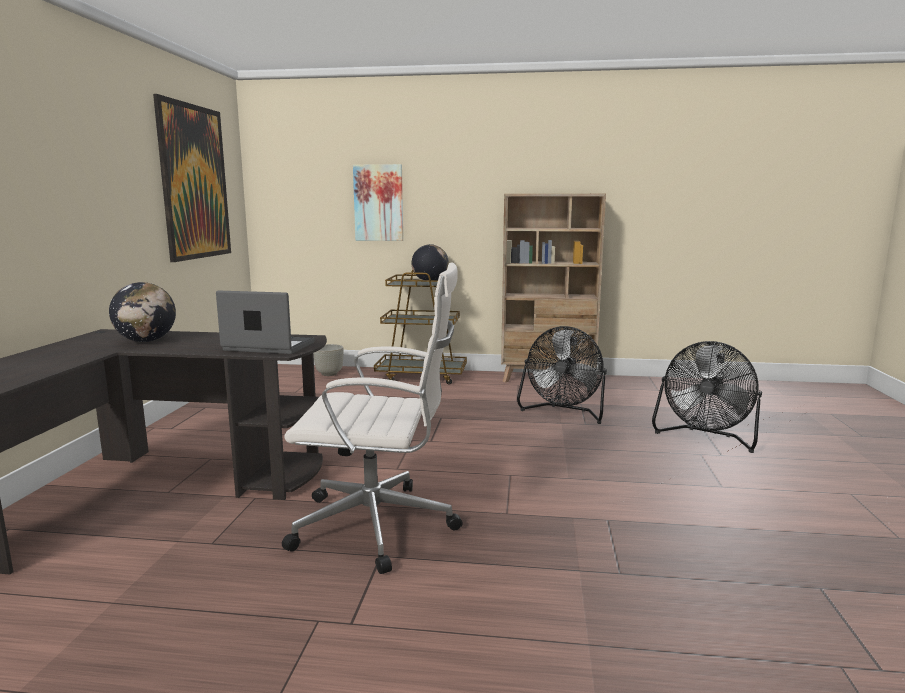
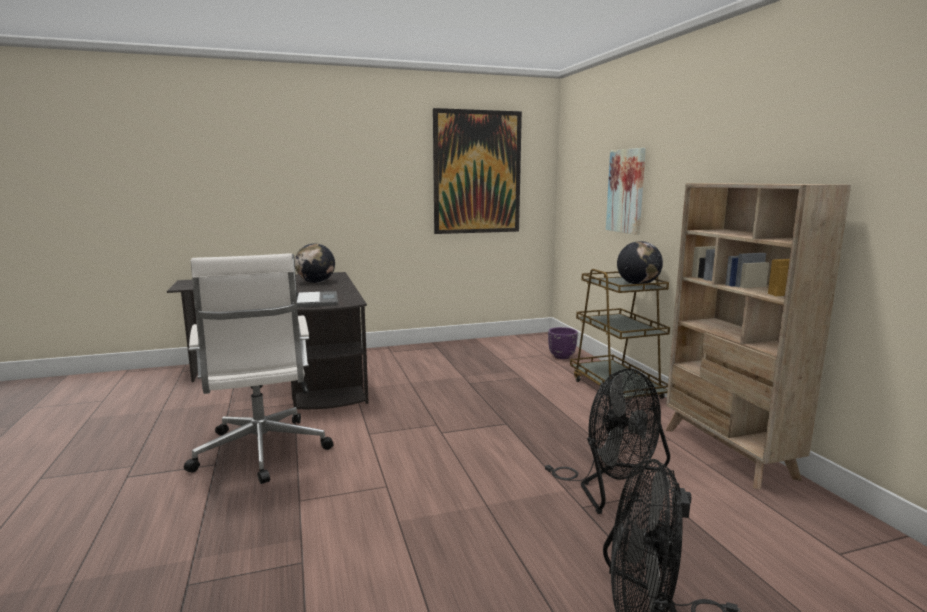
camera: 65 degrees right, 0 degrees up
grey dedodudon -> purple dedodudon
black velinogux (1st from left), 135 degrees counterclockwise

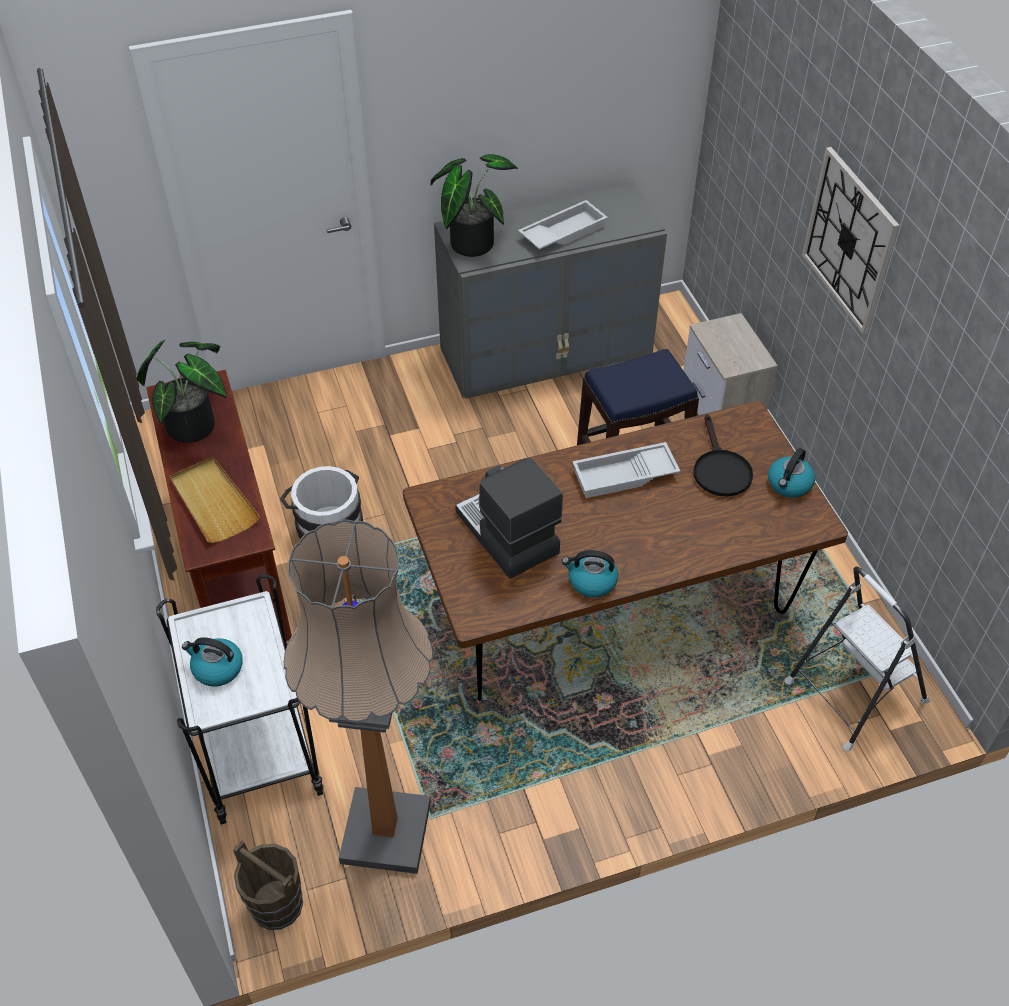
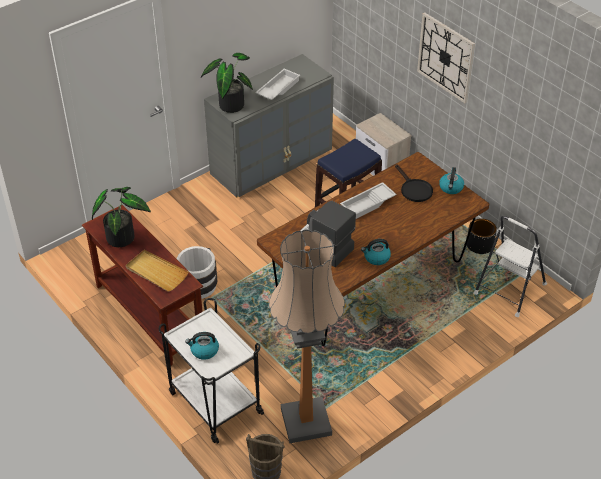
camera: 20 degrees left, 5 degrees down
none -> black dedodudon

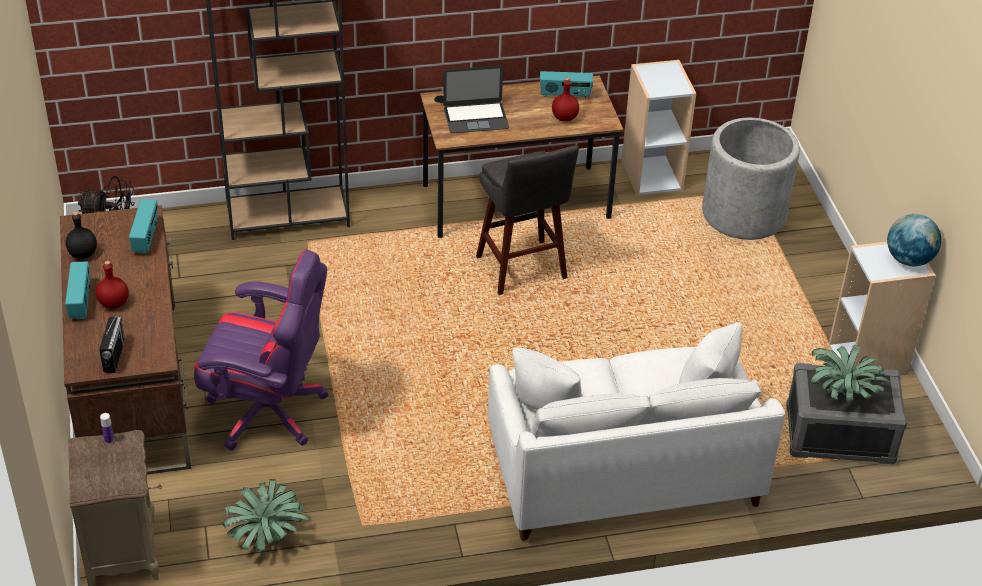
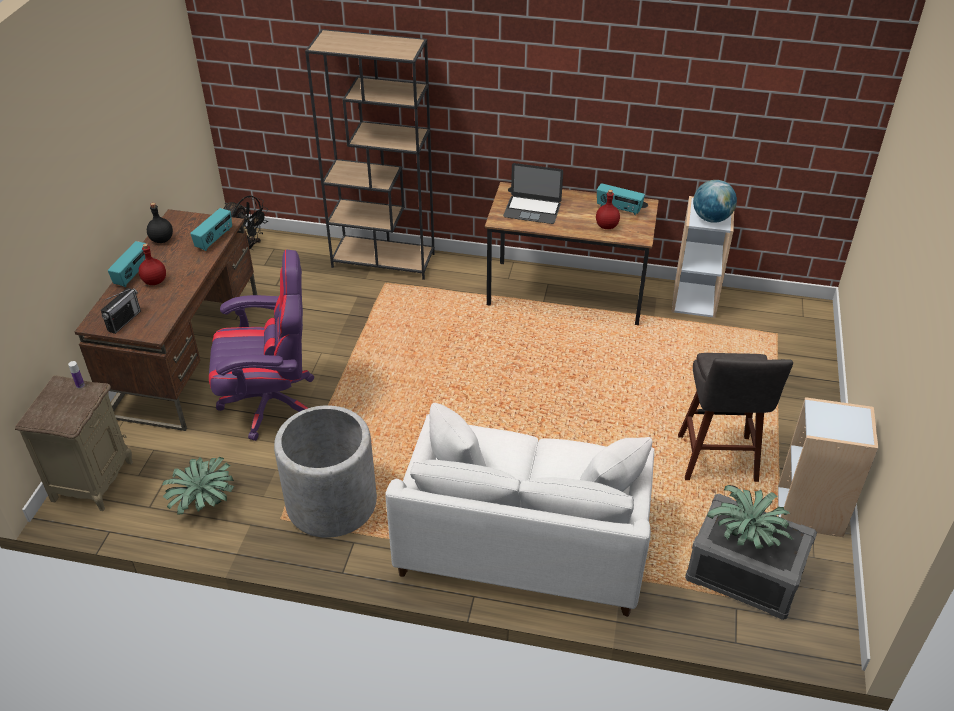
camera: 25 degrees right, 0 degrees up
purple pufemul, 45 degrees counterclockwise
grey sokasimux, moved
grey dedodudon, moved
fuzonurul, moved

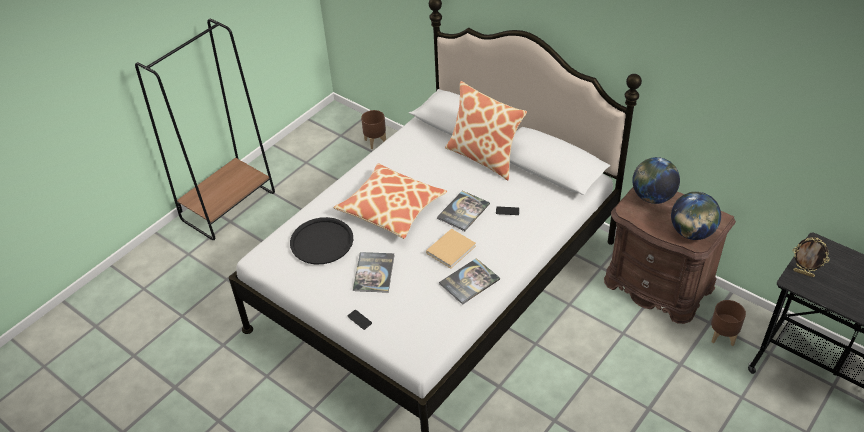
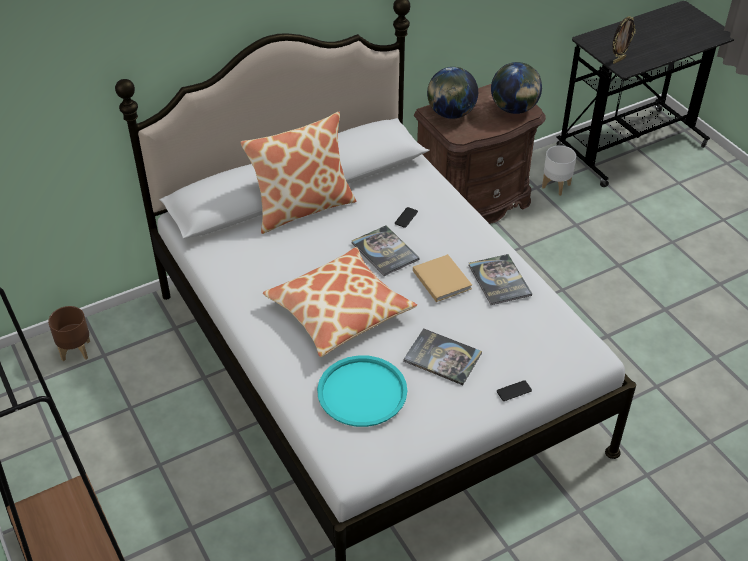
camera: 70 degrees left, 0 degrees up
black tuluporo -> turquoise tuluporo
brown dedodudon (2nd from left) -> white dedodudon

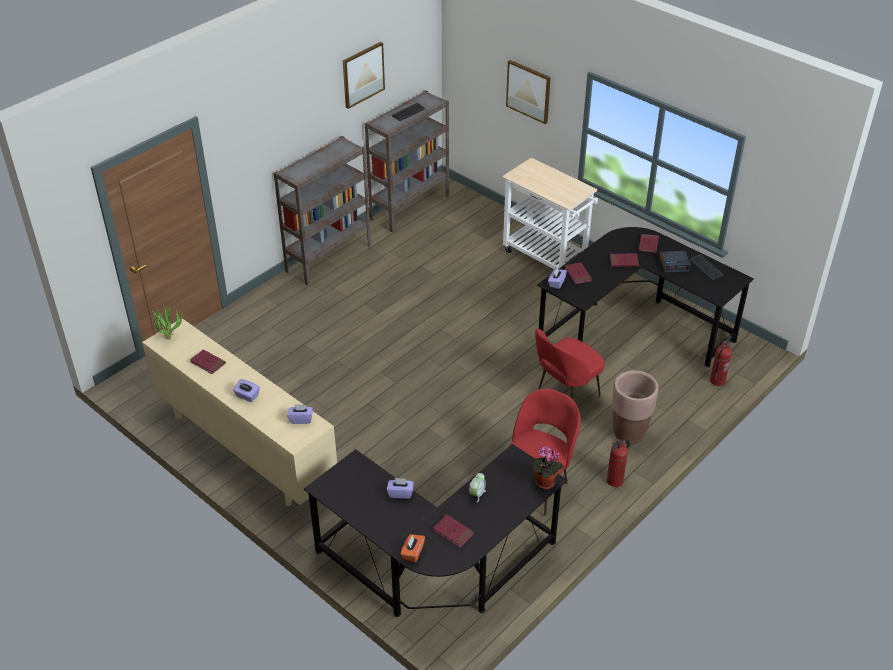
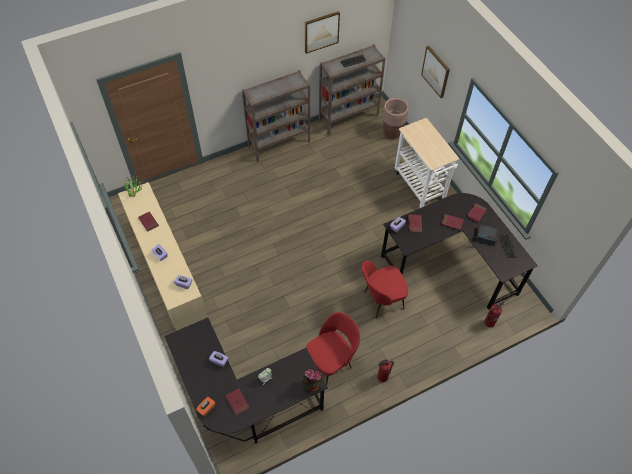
camera: 20 degrees right, 15 degrees up
brown dedodudon, moved

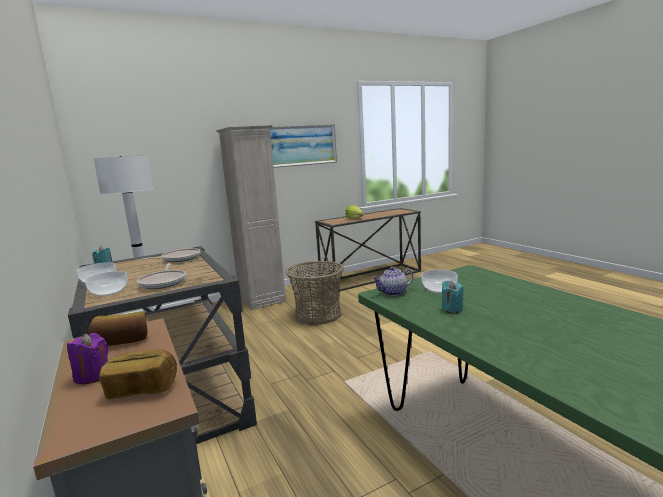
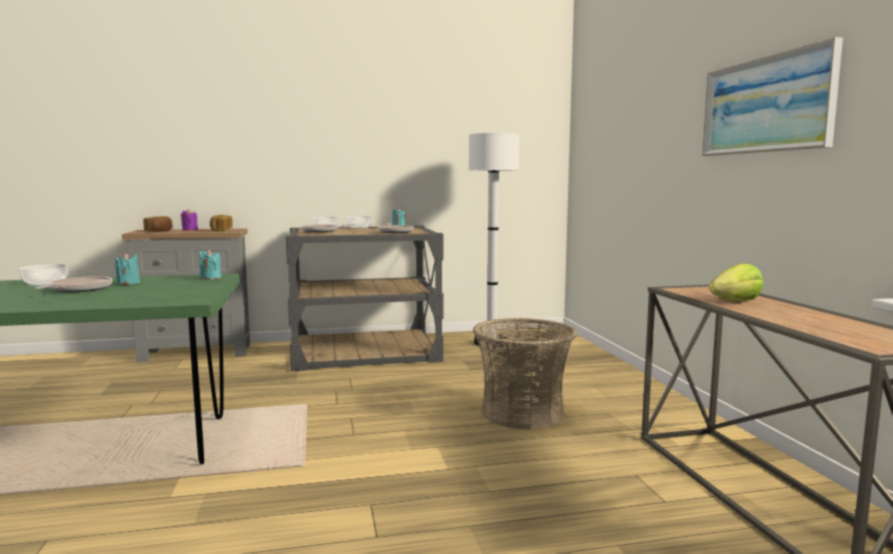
camera: 105 degrees right, 5 degrees down
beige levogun -> none
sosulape -> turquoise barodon (2nd from left)
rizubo (3rd from left in the first image) -> rizubo (1st from left), moved
none -> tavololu (1st from left)

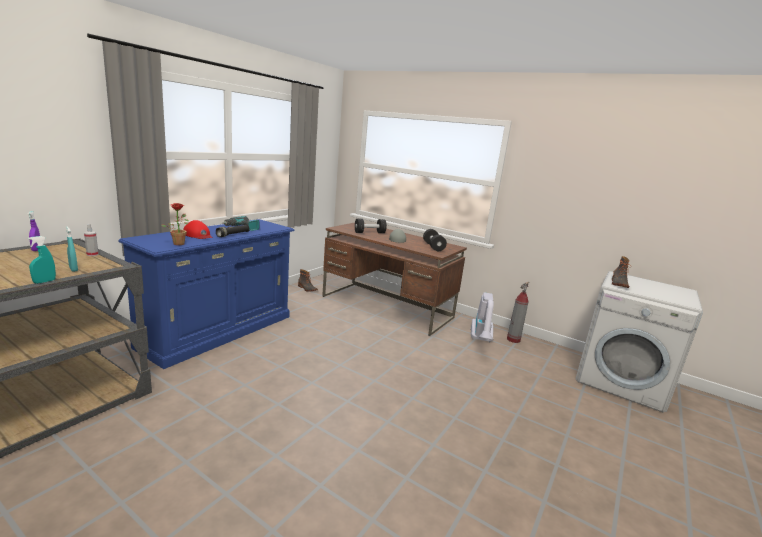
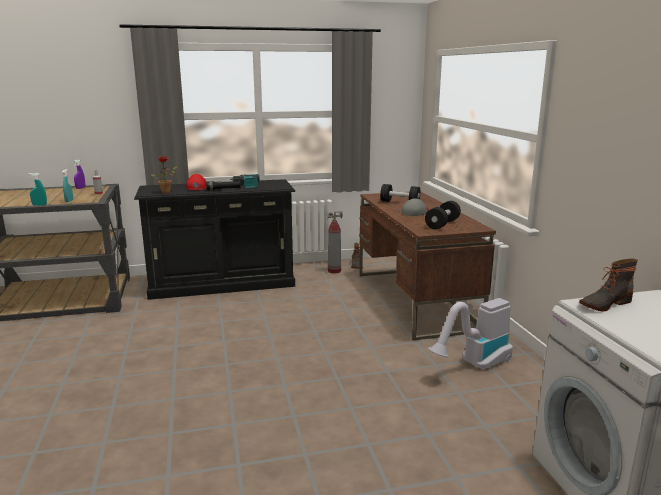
camera: 45 degrees right, 0 degrees up
blue levogun -> black levogun
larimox, moved

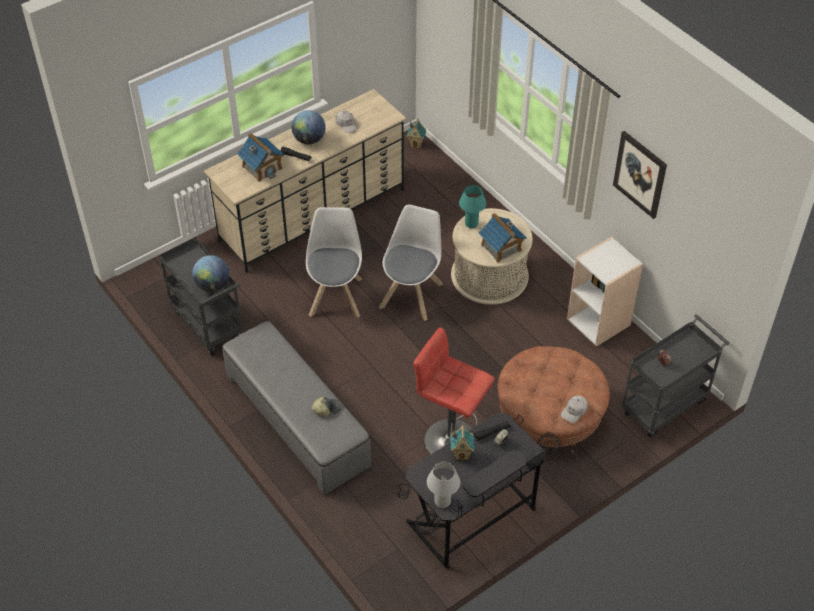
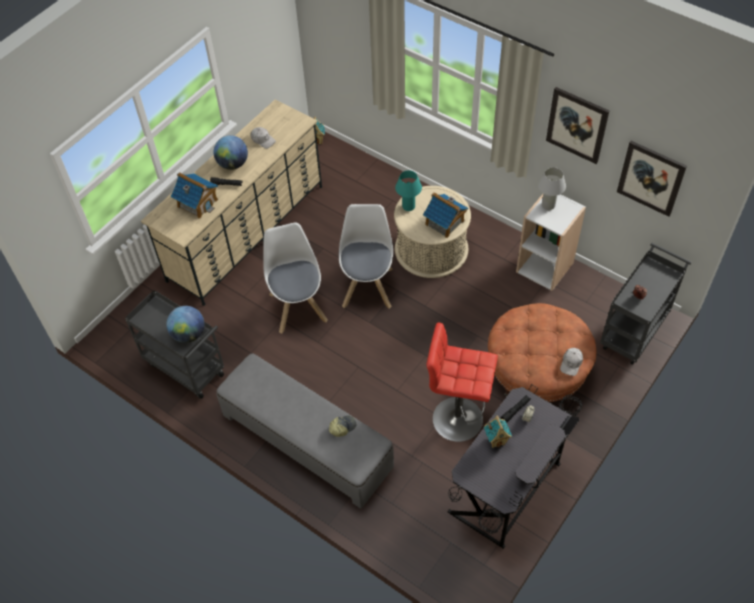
camera: 15 degrees left, 5 degrees up
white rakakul, moved
none -> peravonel (2nd from left)

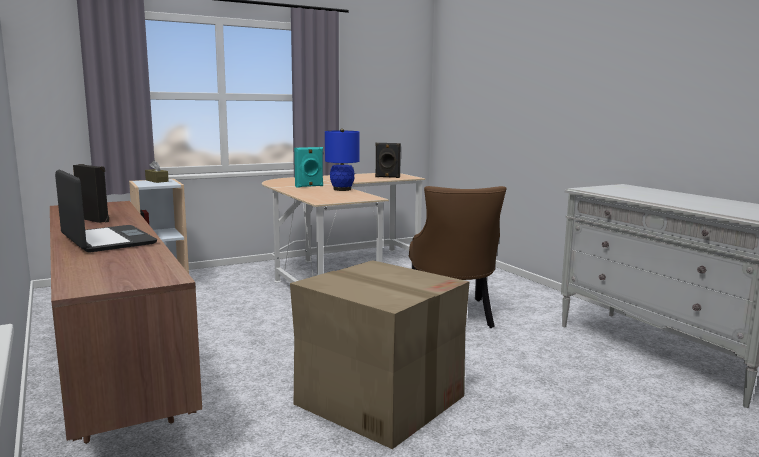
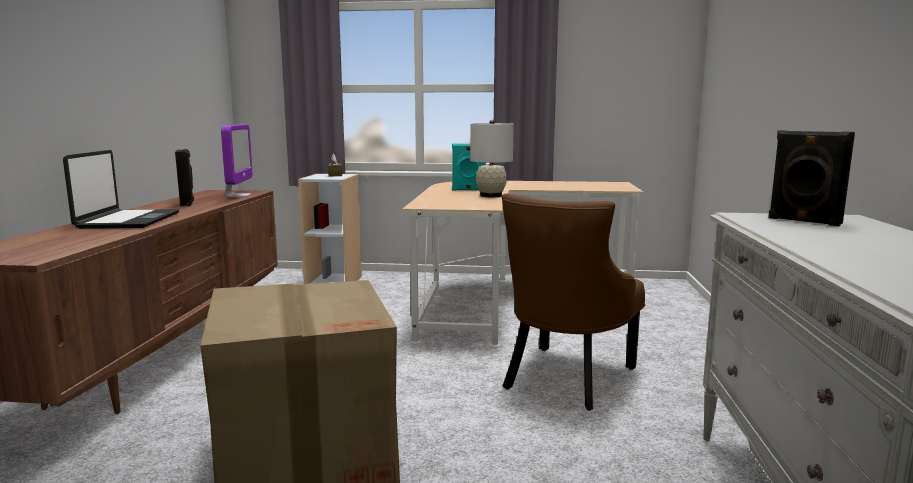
camera: 35 degrees right, 0 degrees up
blue rakakul -> white rakakul
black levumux (2nd from left), moved
none -> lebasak

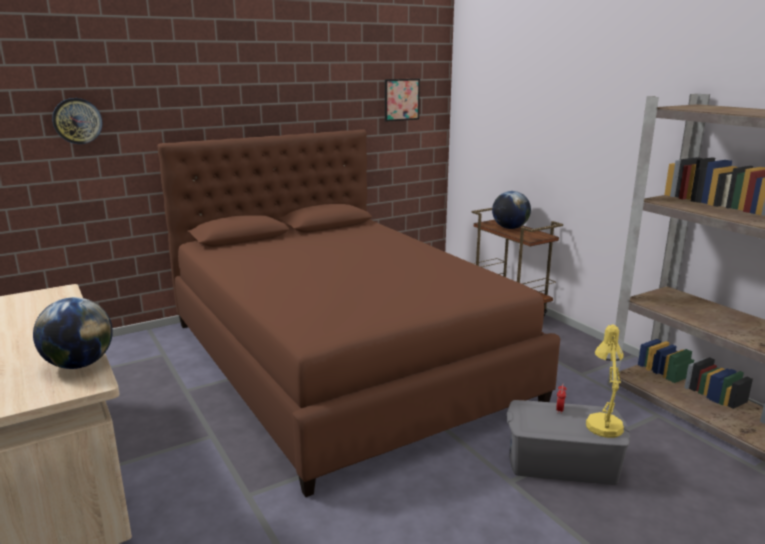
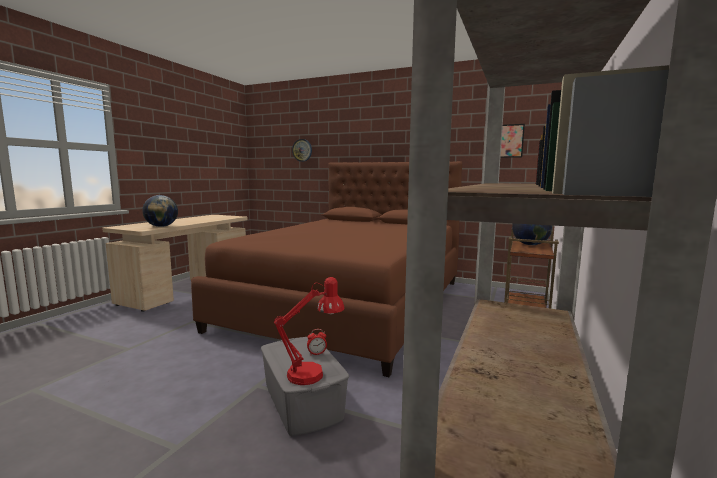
camera: 55 degrees right, 10 degrees down
yellow rakakul -> red rakakul

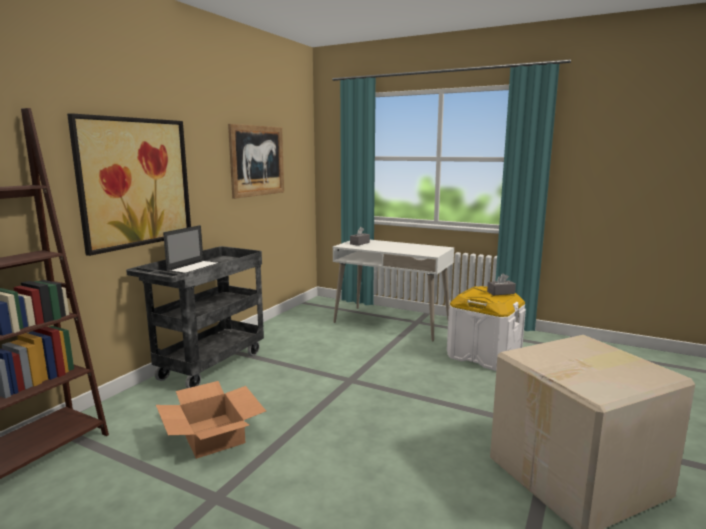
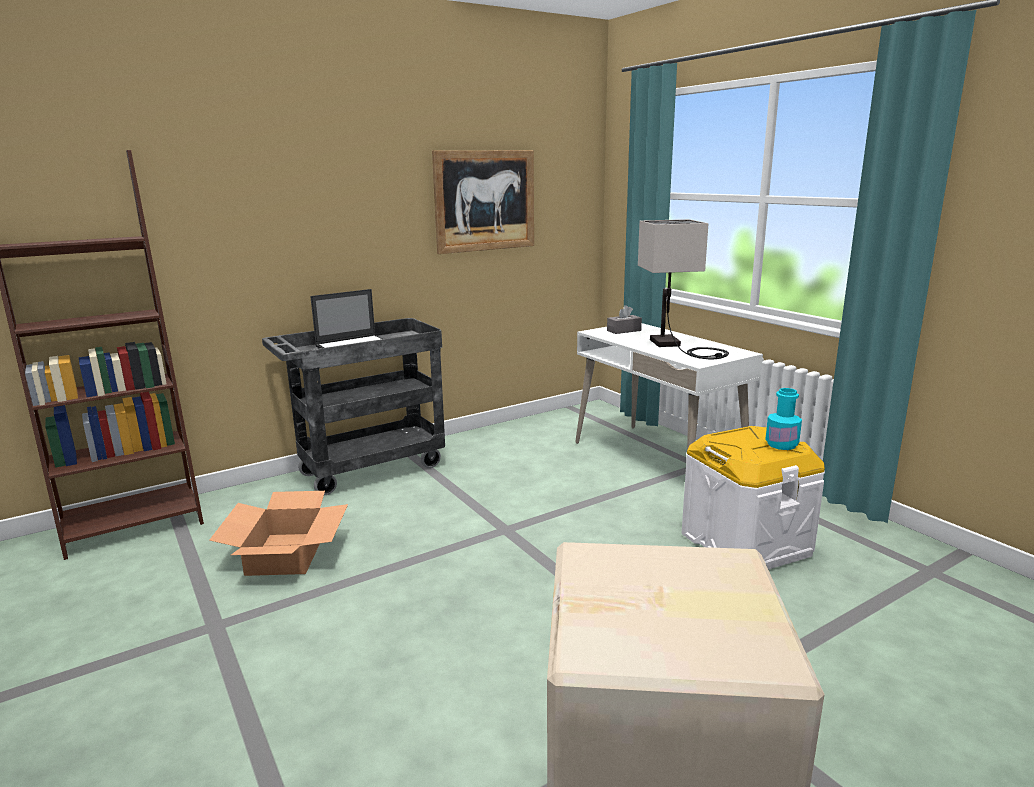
camera: 30 degrees right, 5 degrees up
peravonel (1st from left) -> none
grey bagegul (2nd from left) -> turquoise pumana
none -> rakakul

